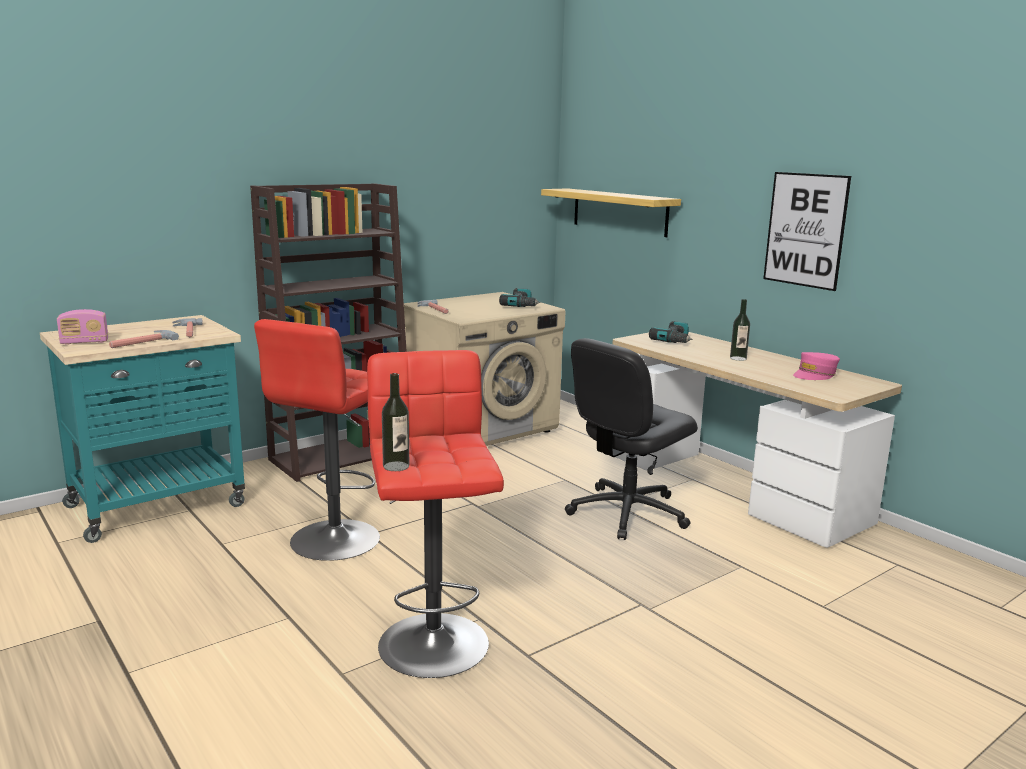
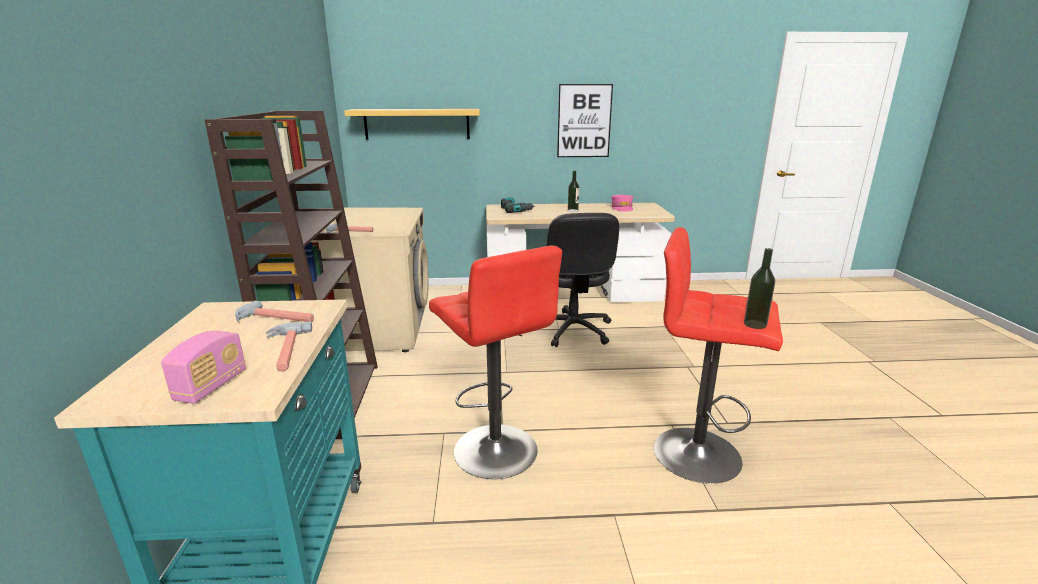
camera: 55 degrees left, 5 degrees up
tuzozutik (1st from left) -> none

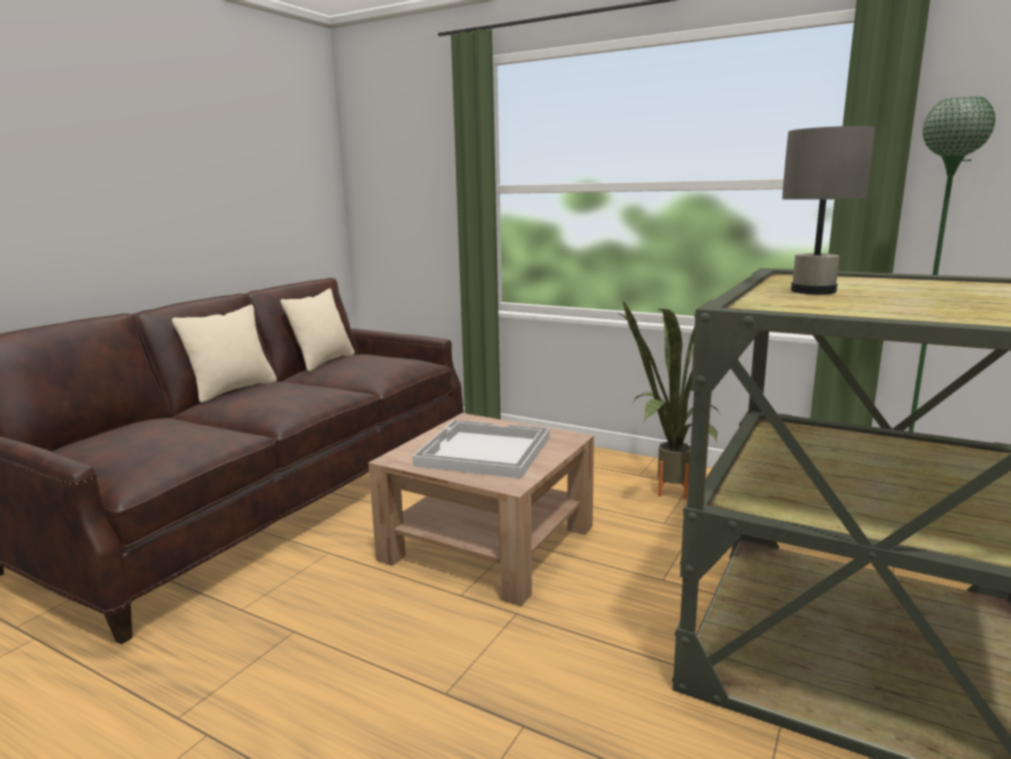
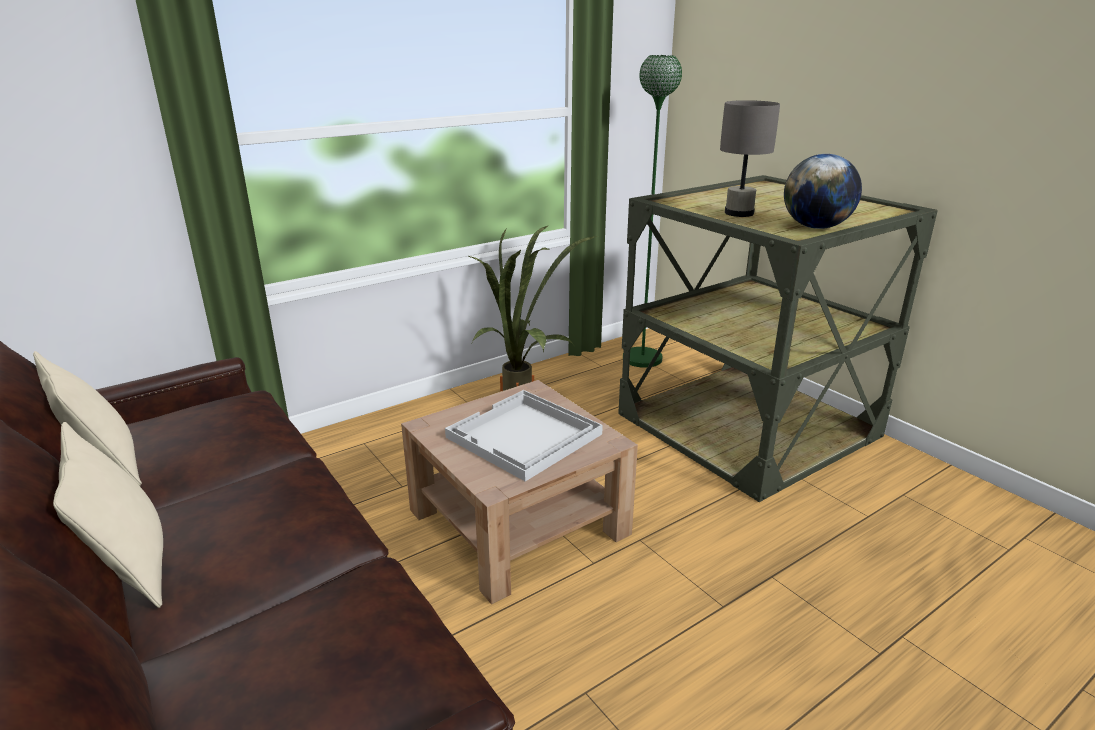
camera: 65 degrees left, 10 degrees up
none -> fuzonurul

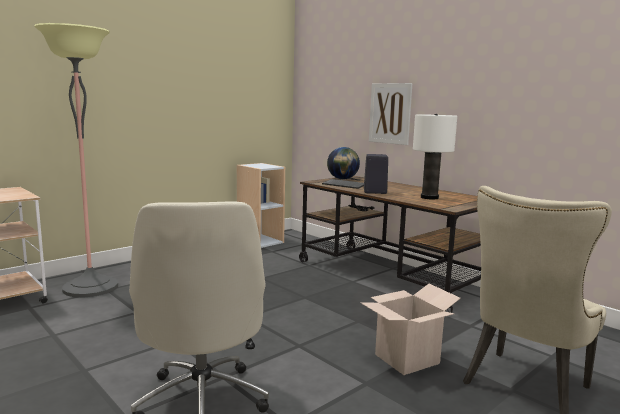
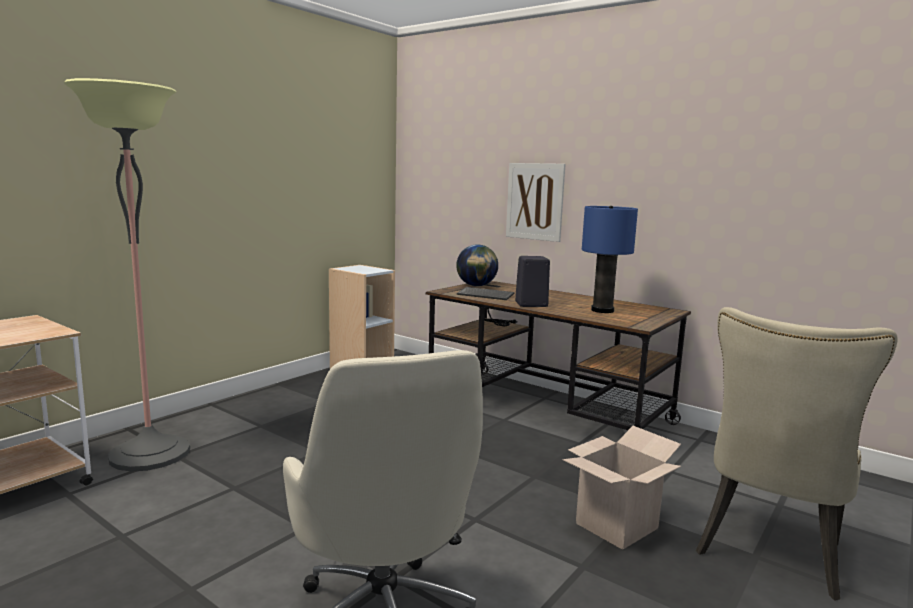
camera: 10 degrees left, 0 degrees up
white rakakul -> blue rakakul

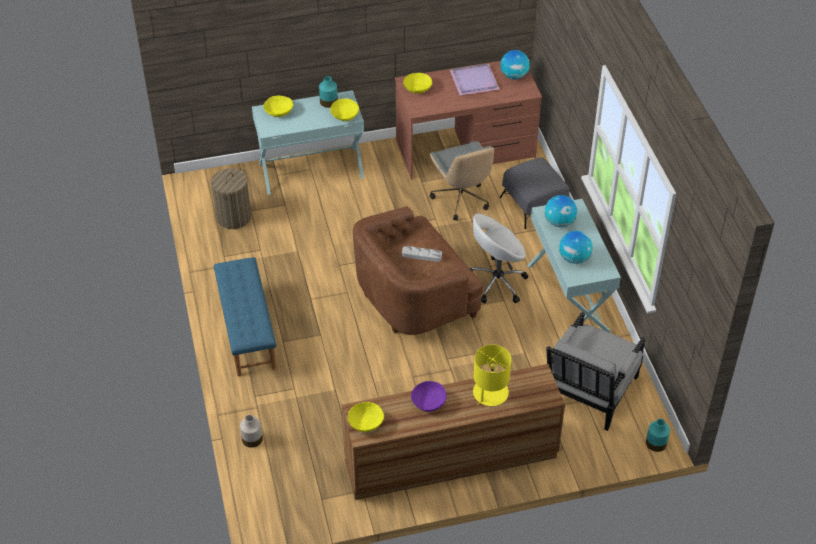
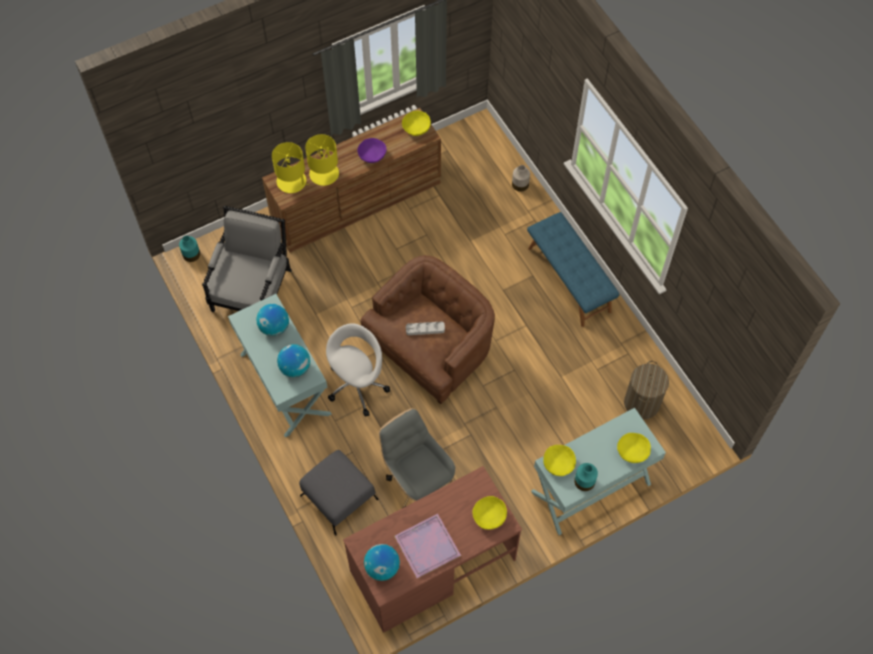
camera: 165 degrees right, 15 degrees up
none -> yellow rakakul (1st from left)

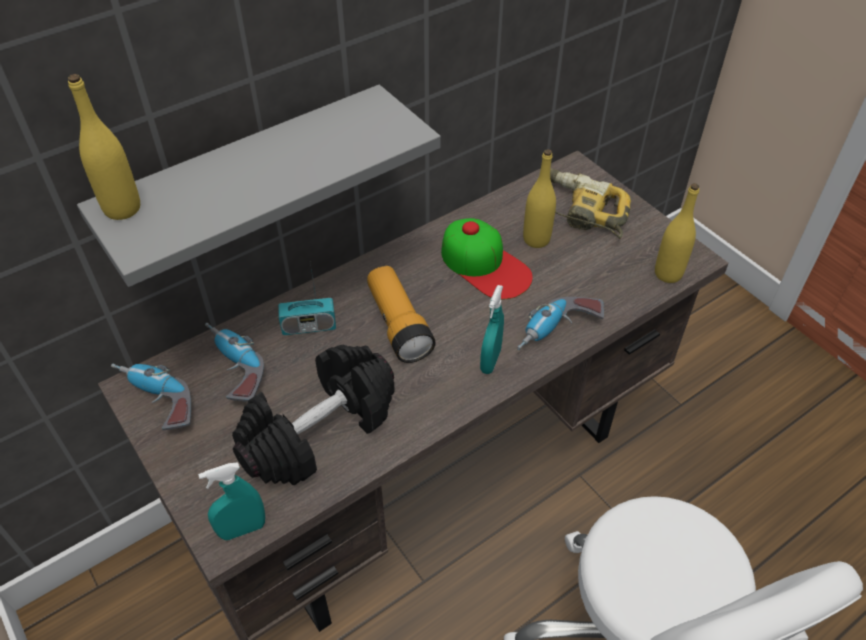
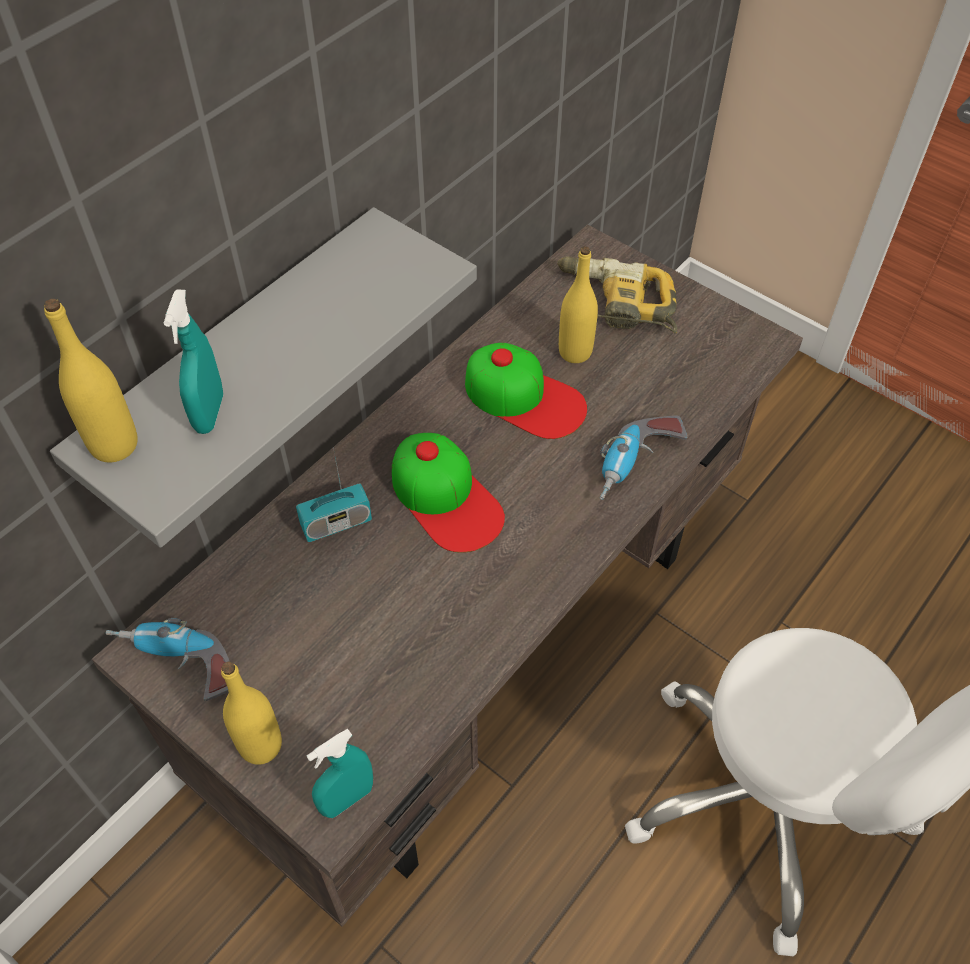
camera: 15 degrees left, 5 degrees up
tuzozutik (2nd from left) -> none
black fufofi -> none
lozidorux -> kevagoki (1st from left)
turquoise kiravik (2nd from left in the first image) -> turquoise kiravik (1st from left), moved
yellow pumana (3rd from left in the first image) -> yellow pumana (2nd from left), moved

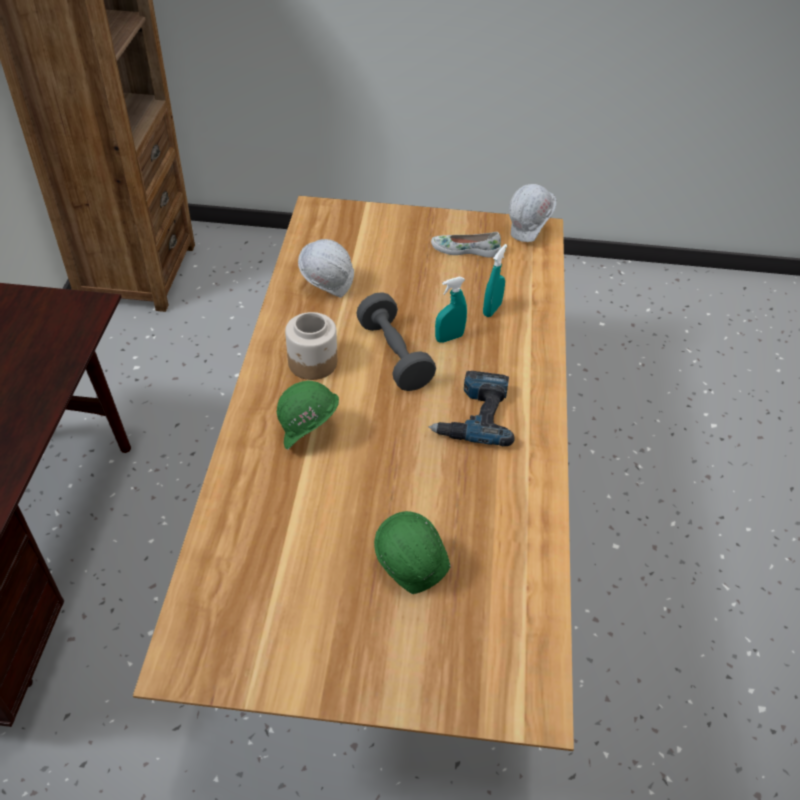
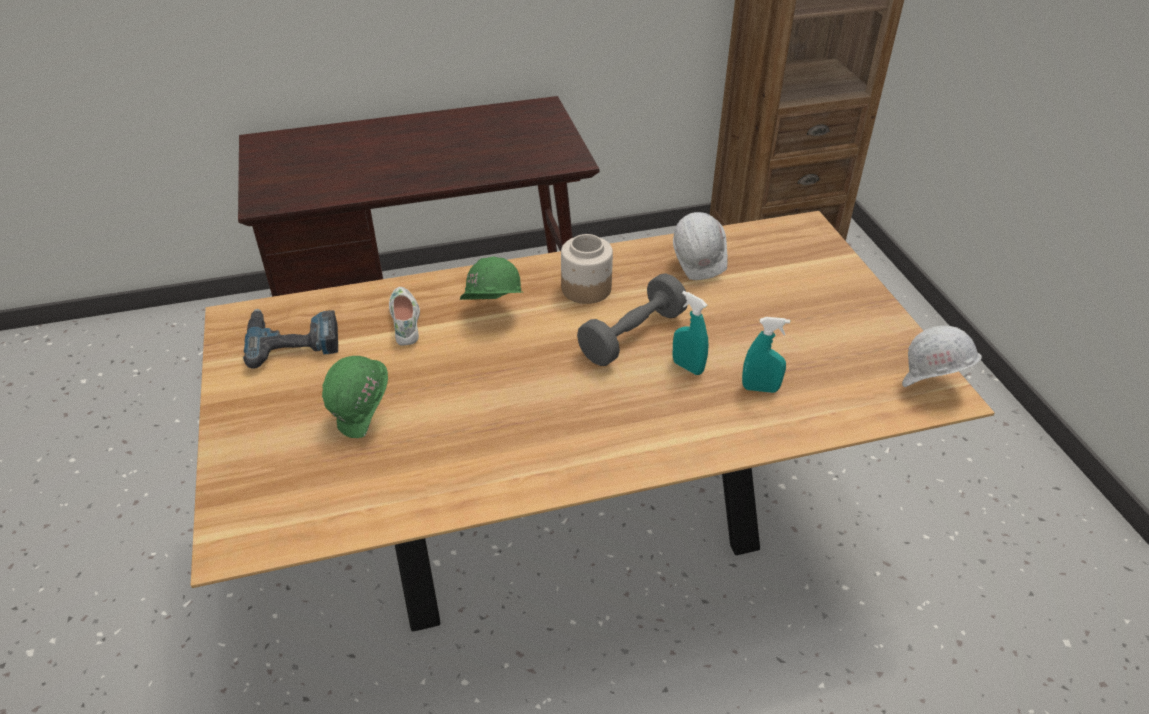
camera: 70 degrees right, 5 degrees down
tuzozutik, moved
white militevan, moved

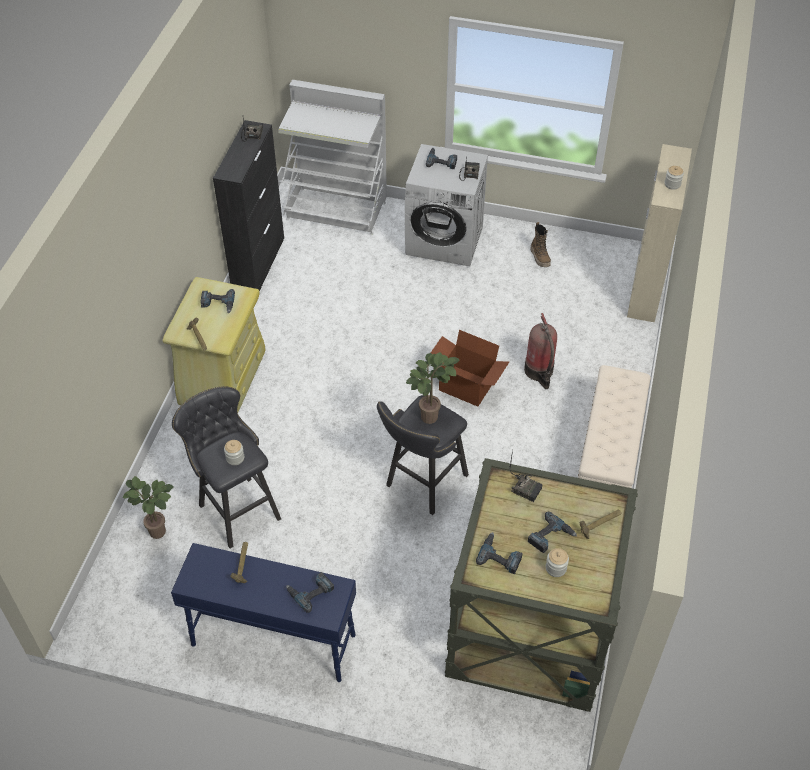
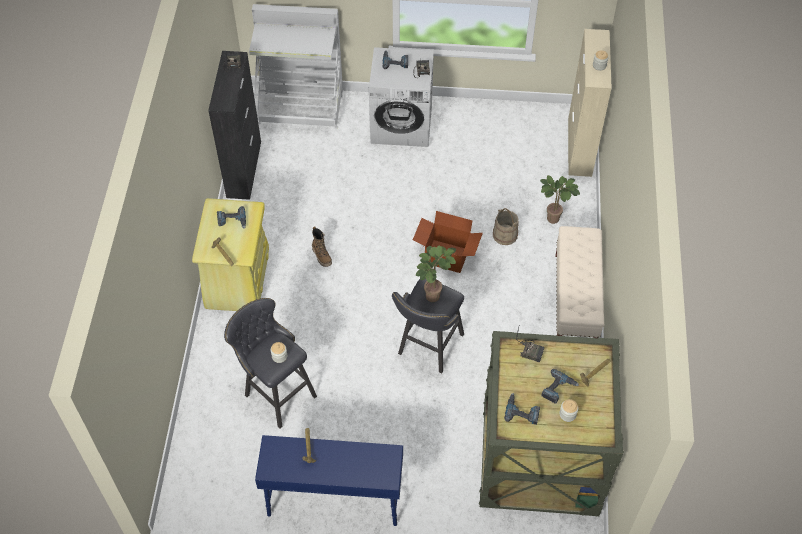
camera: 10 degrees left, 5 degrees up
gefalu (1st from left in the first image) -> gefalu (2nd from left), moved
tuzozutik (2nd from left) -> none
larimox -> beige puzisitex
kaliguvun, moved

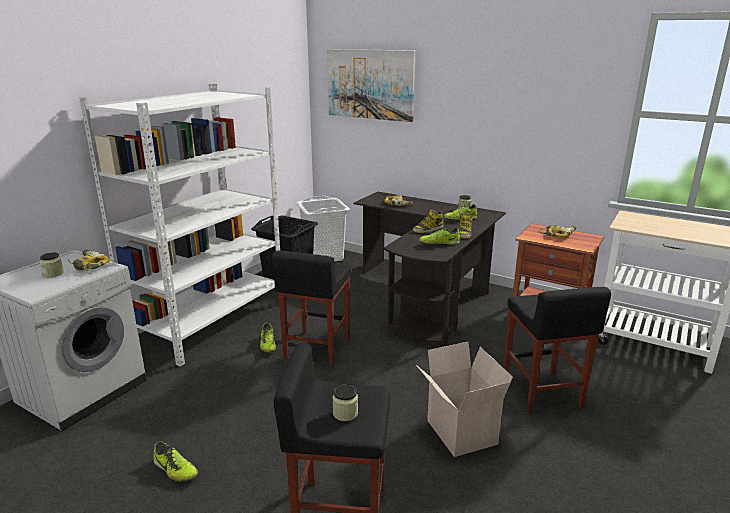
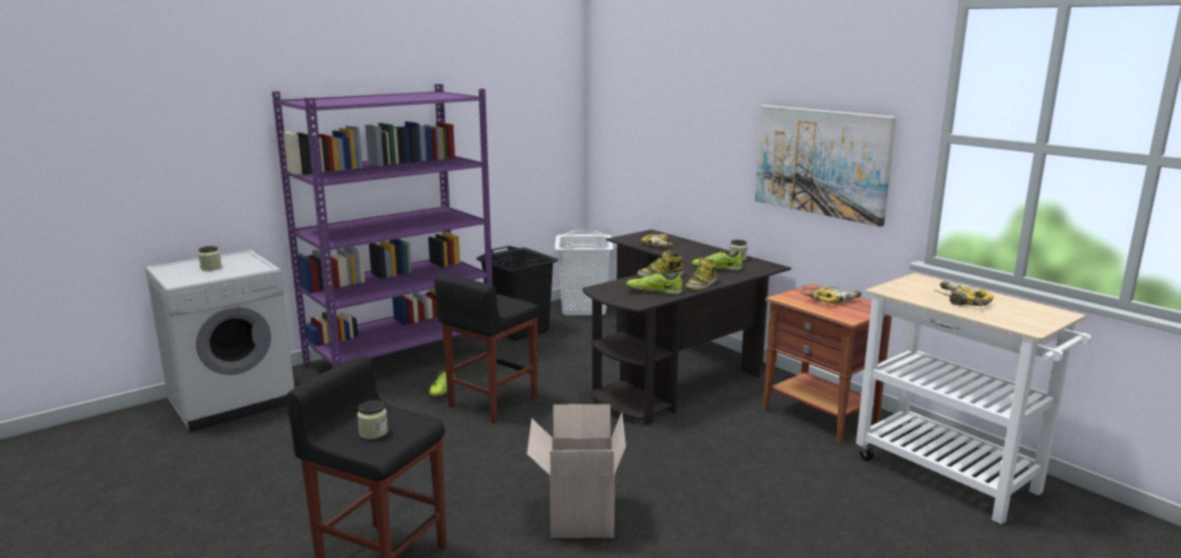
camera: 20 degrees right, 5 degrees down
tuzozutik (1st from left in the first image) -> tuzozutik (3rd from left), moved
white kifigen -> purple kifigen
militevan (1st from left) -> none
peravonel, moved
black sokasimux (3rd from left) -> none

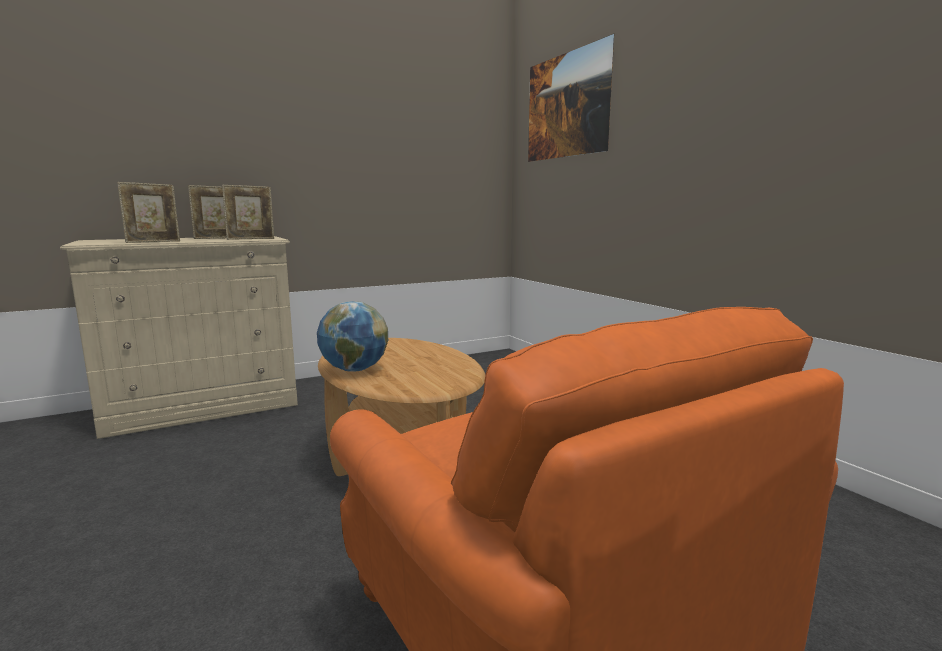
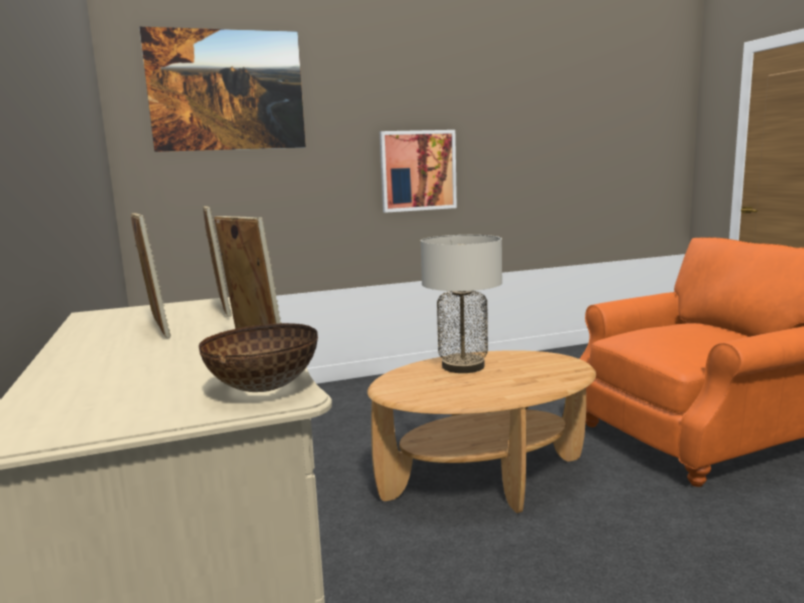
camera: 80 degrees left, 0 degrees up
fuzonurul -> none
none -> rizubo
none -> peravonel (2nd from left)
none -> rakakul

